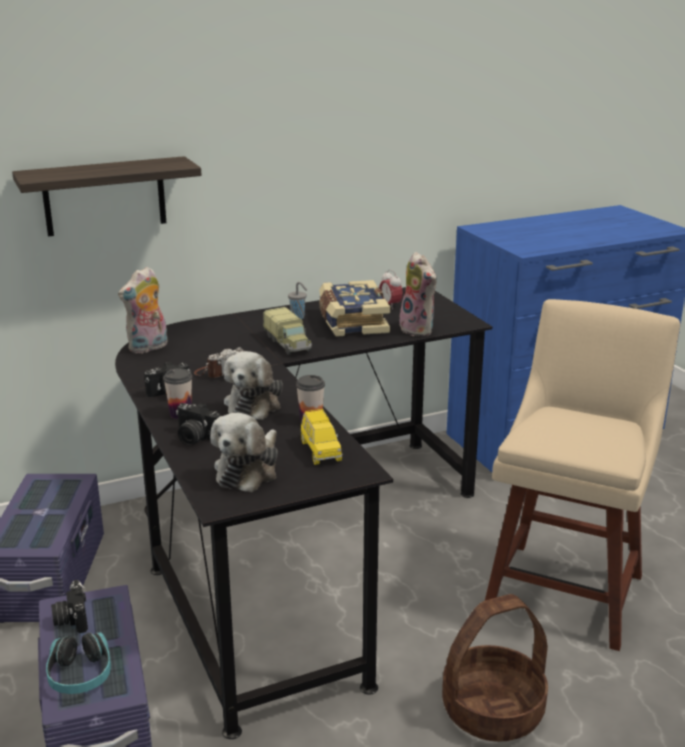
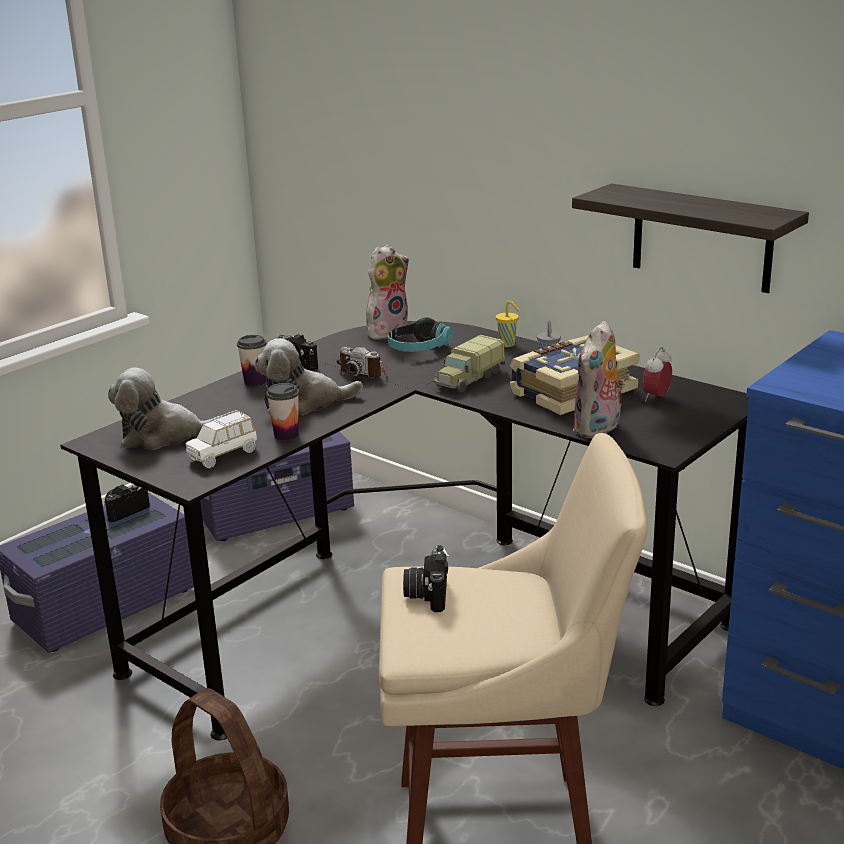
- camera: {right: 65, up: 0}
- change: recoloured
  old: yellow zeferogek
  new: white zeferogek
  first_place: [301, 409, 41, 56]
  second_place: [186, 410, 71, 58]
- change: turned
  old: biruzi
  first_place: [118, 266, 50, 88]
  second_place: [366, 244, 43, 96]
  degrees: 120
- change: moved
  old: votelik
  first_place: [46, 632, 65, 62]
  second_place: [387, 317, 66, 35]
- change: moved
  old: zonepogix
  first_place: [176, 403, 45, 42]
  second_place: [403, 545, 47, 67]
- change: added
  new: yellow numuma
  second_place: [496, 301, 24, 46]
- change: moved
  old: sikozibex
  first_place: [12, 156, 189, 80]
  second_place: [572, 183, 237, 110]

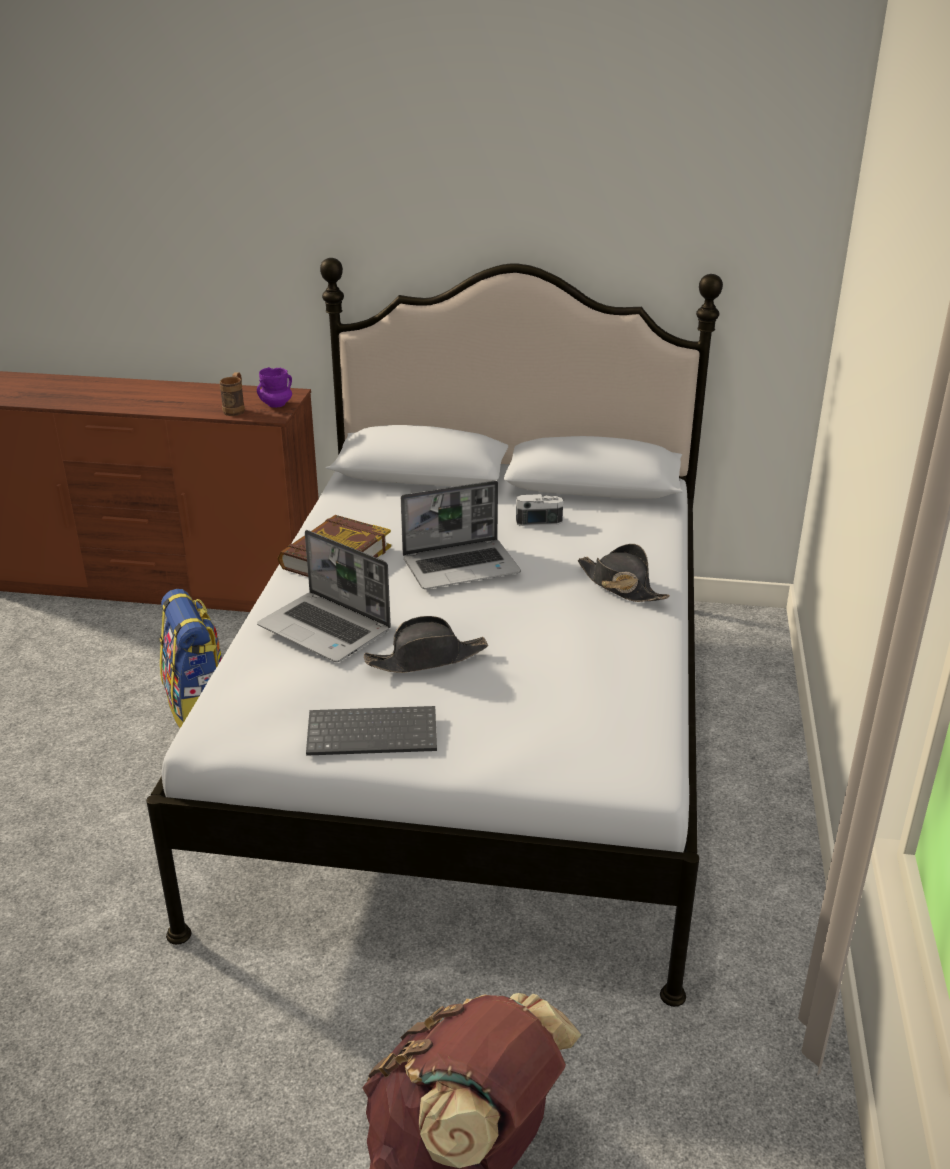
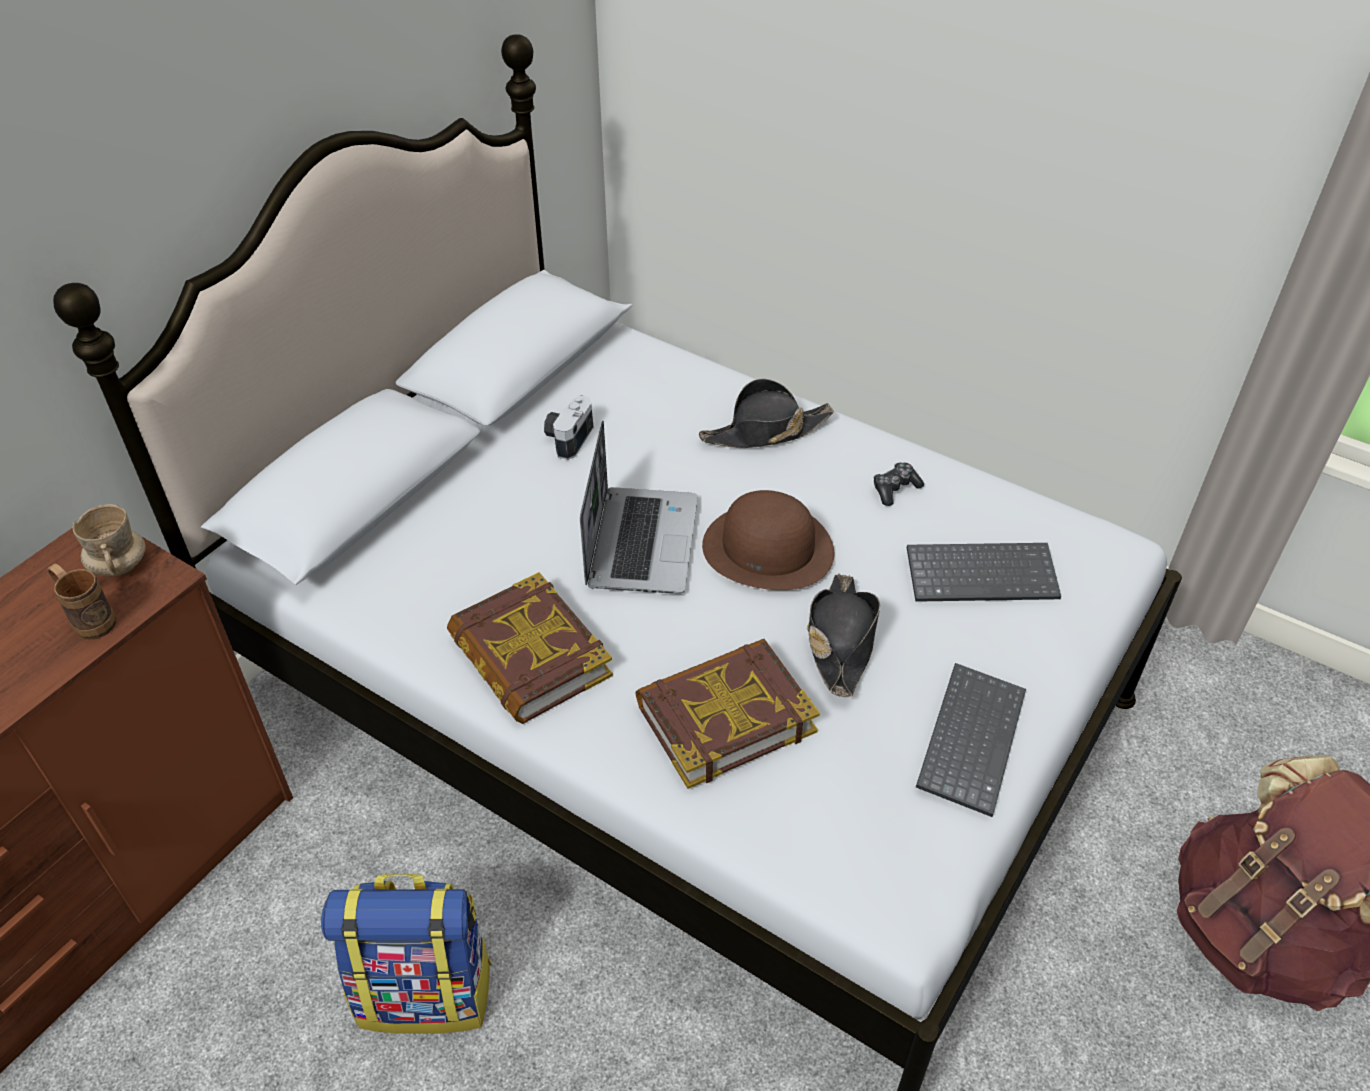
- camera: {right: -65, up: 15}
- change: recoloured
  old: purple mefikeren
  new: beige mefikeren
  first_place: [257, 367, 35, 41]
  second_place: [72, 504, 73, 73]
- change: replaced
  old: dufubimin
  new: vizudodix
  first_place: [257, 530, 134, 132]
  second_place: [635, 639, 185, 150]
- change: added
  new: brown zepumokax
  second_place: [702, 490, 132, 100]
- change: added
  new: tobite
  second_place: [874, 462, 50, 44]
- change: added
  new: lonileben
  second_place: [907, 543, 154, 59]

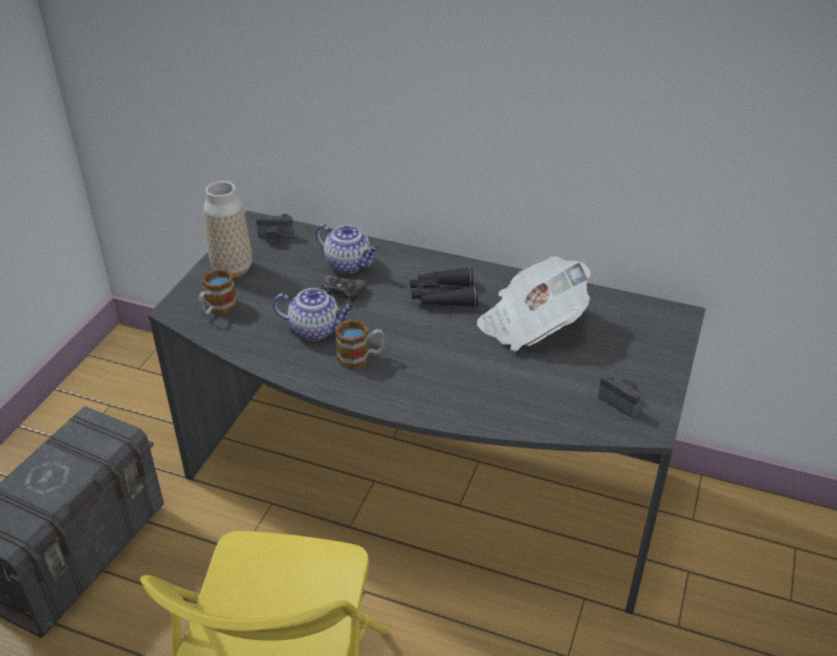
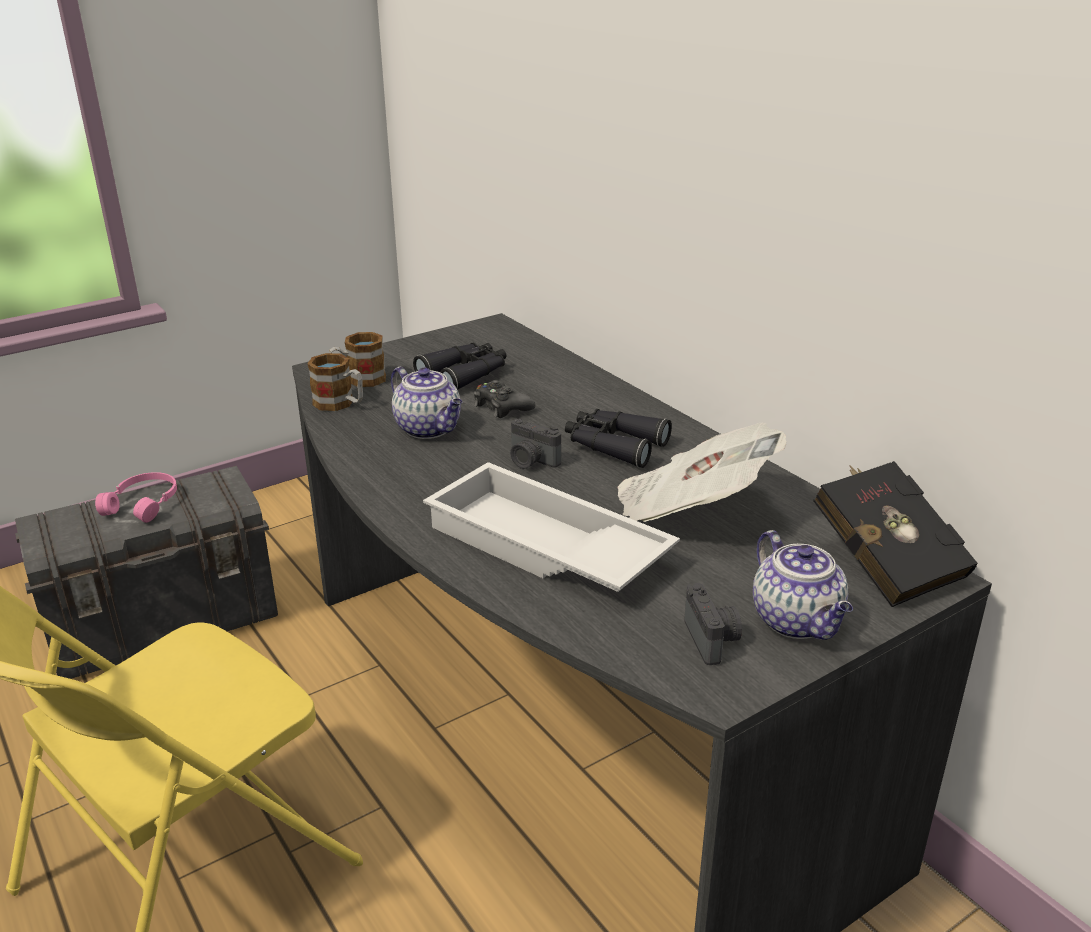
- camera: {right: 35, up: -10}
- change: added
  new: pink votelik
  second_place: [95, 472, 82, 51]
- change: moved
  old: mefikeren
  first_place: [335, 319, 49, 50]
  second_place: [307, 353, 56, 58]
- change: added
  new: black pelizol
  second_place: [413, 342, 94, 48]
- change: added
  new: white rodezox
  second_place: [423, 462, 257, 130]
- change: moved
  old: zonepogix
  first_place: [256, 214, 38, 31]
  second_place: [510, 419, 51, 50]
- change: moved
  old: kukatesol
  first_place: [316, 224, 63, 49]
  second_place: [753, 530, 100, 110]
- change: added
  new: black vizudodix
  second_place: [813, 461, 165, 146]
- change: removed
  old: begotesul
  first_place: [204, 181, 48, 97]

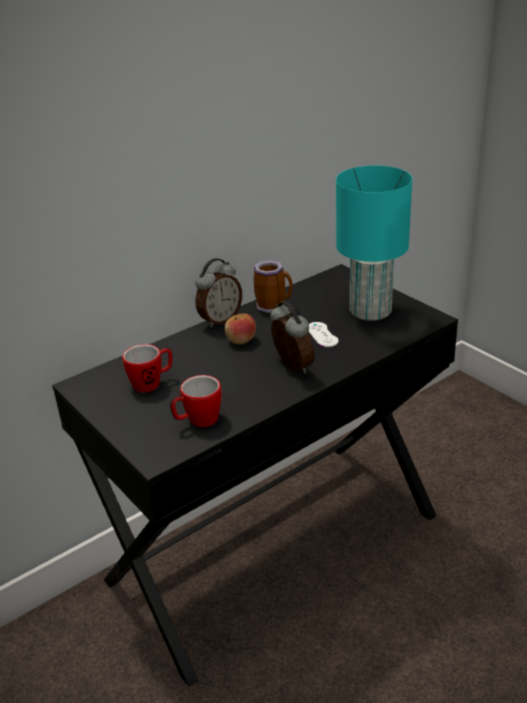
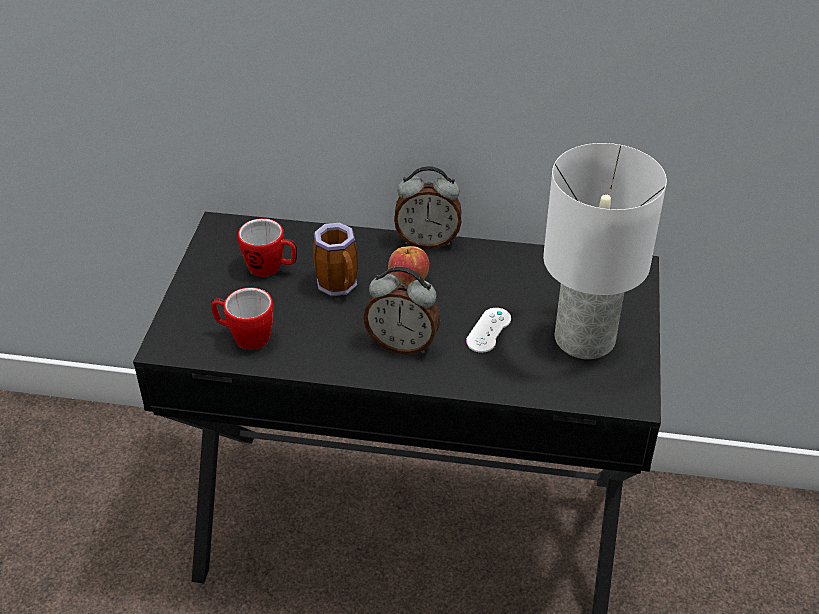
- camera: {right: 45, up: 10}
- change: moved
  old: mefikeren
  first_place: [253, 260, 40, 53]
  second_place: [313, 222, 45, 74]
- change: turned
  old: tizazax
  first_place: [270, 301, 44, 73]
  second_place: [363, 267, 77, 88]
  degrees: 90
- change: recoloured
  old: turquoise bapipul
  new: white bapipul
  first_place: [336, 166, 76, 155]
  second_place: [543, 143, 124, 216]

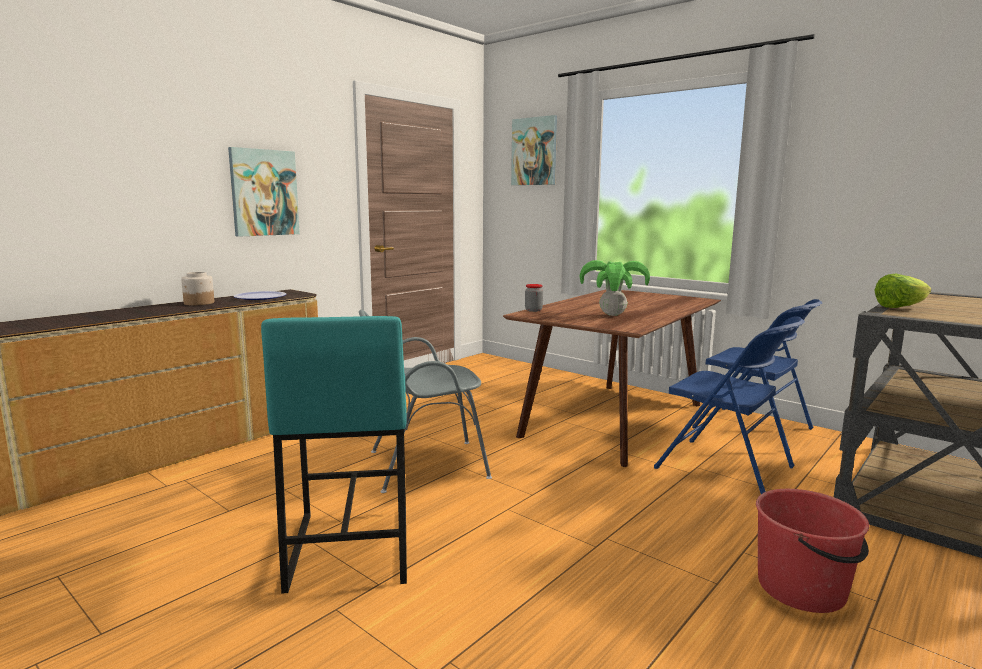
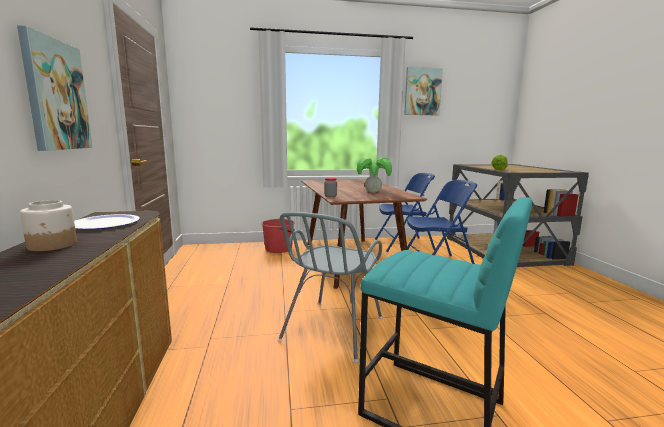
- camera: {right: -50, up: 0}
- change: moved
  old: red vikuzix
  first_place: [756, 489, 113, 124]
  second_place: [262, 219, 33, 34]
- change: moved
  old: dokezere
  first_place: [511, 115, 46, 70]
  second_place: [404, 67, 39, 49]

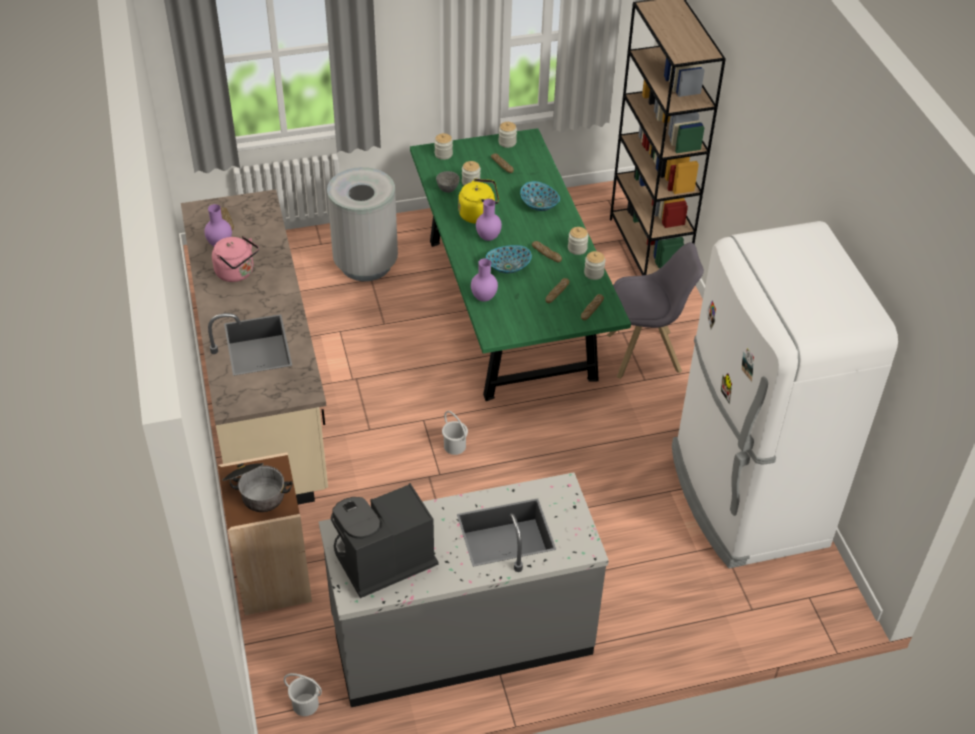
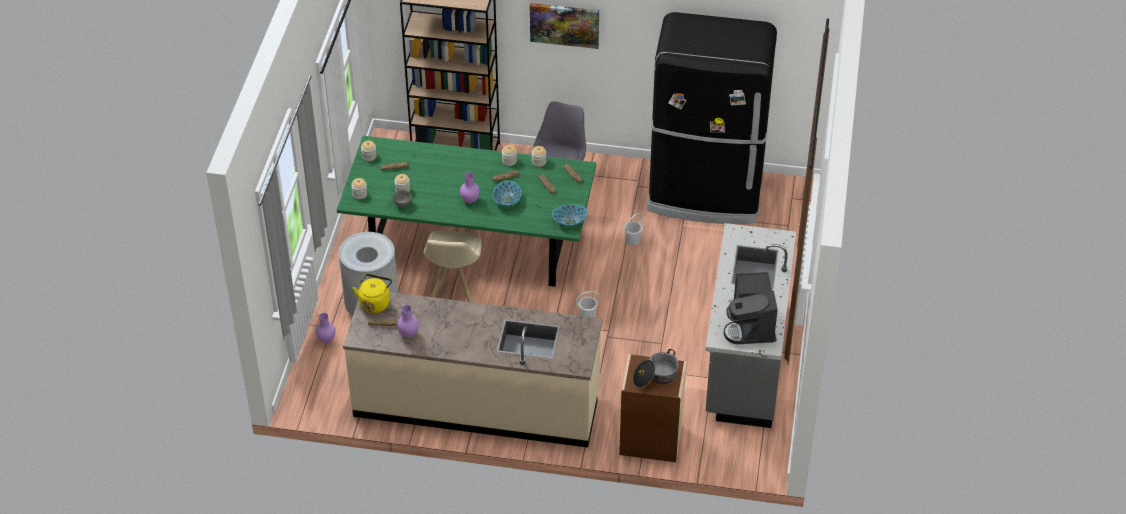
- camera: {right: -65, up: 0}
- change: moved
  old: purple begotesul
  first_place: [471, 258, 27, 44]
  second_place: [315, 313, 21, 30]
- change: moved
  old: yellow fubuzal
  first_place: [458, 178, 41, 46]
  second_place: [352, 274, 40, 39]
- change: added
  new: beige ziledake
  second_place: [424, 230, 59, 72]
- change: added
  new: dokezere
  second_place: [530, 3, 69, 46]
- change: moved
  old: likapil
  first_place: [520, 181, 40, 30]
  second_place: [552, 204, 35, 22]
- change: moved
  old: white vikuzix
  first_place: [284, 673, 38, 43]
  second_place: [624, 213, 18, 32]
- change: recoloured
  old: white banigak
  new: black banigak
  first_place: [672, 221, 226, 347]
  second_place: [647, 12, 130, 212]
- change: removed
  old: pink fubuzal
  first_place: [212, 236, 47, 46]

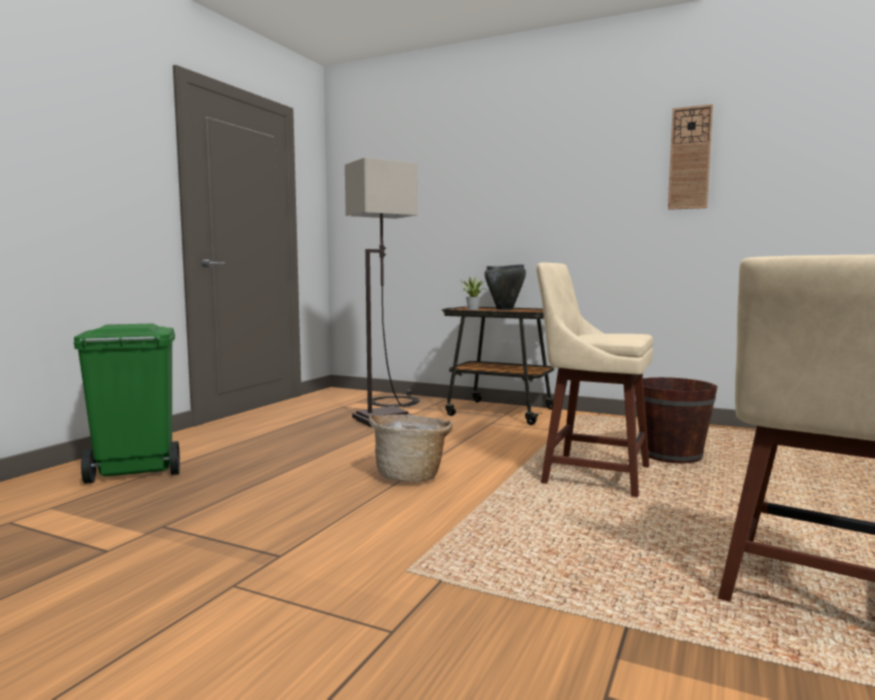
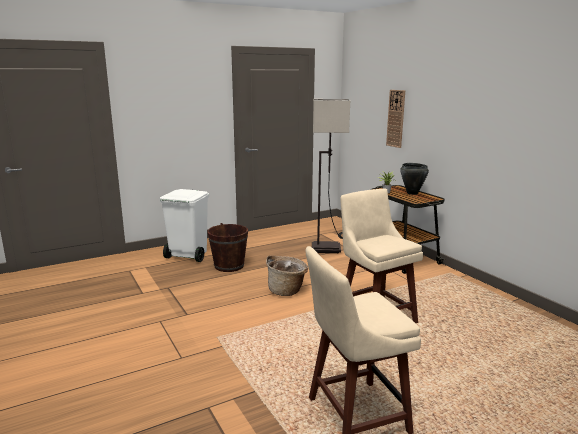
- camera: {right: 35, up: 10}
- change: recoloured
  old: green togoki
  new: white togoki
  first_place: [74, 323, 106, 161]
  second_place: [160, 189, 49, 73]
- change: moved
  old: brown vikuzix
  first_place: [643, 377, 75, 87]
  second_place: [208, 223, 40, 49]
- change: moved
  old: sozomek
  first_place: [668, 104, 45, 106]
  second_place: [386, 90, 19, 58]

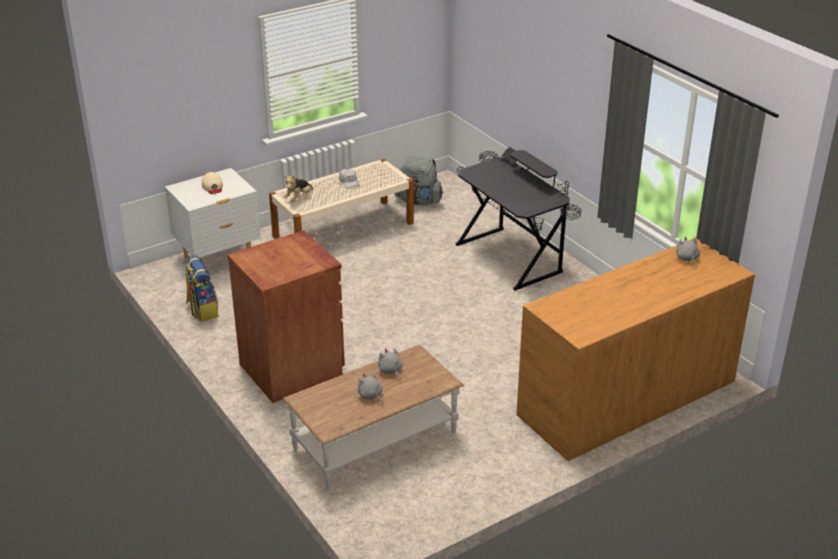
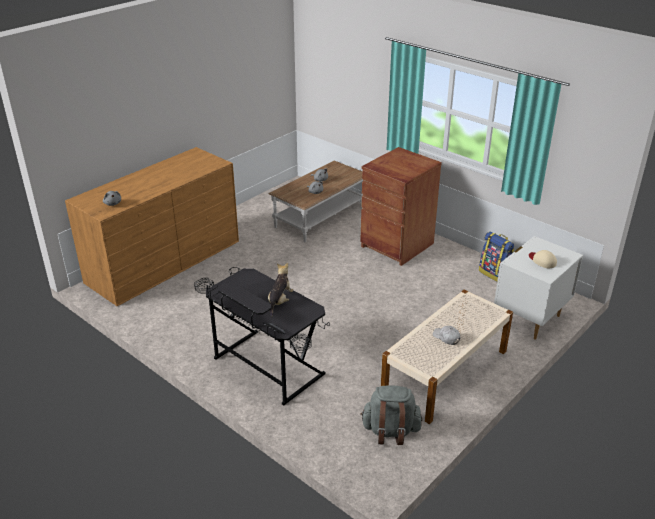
- camera: {right: 165, up: 0}
- change: moved
  old: biruzi
  first_place: [283, 175, 31, 27]
  second_place: [268, 263, 25, 53]

